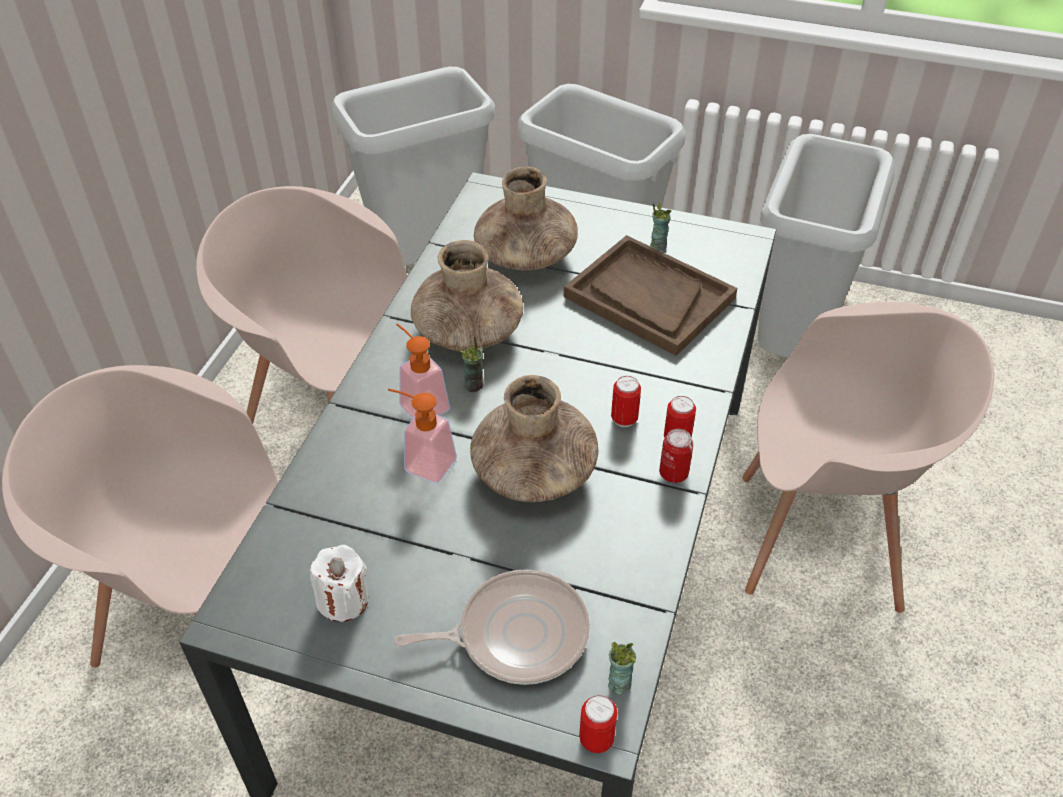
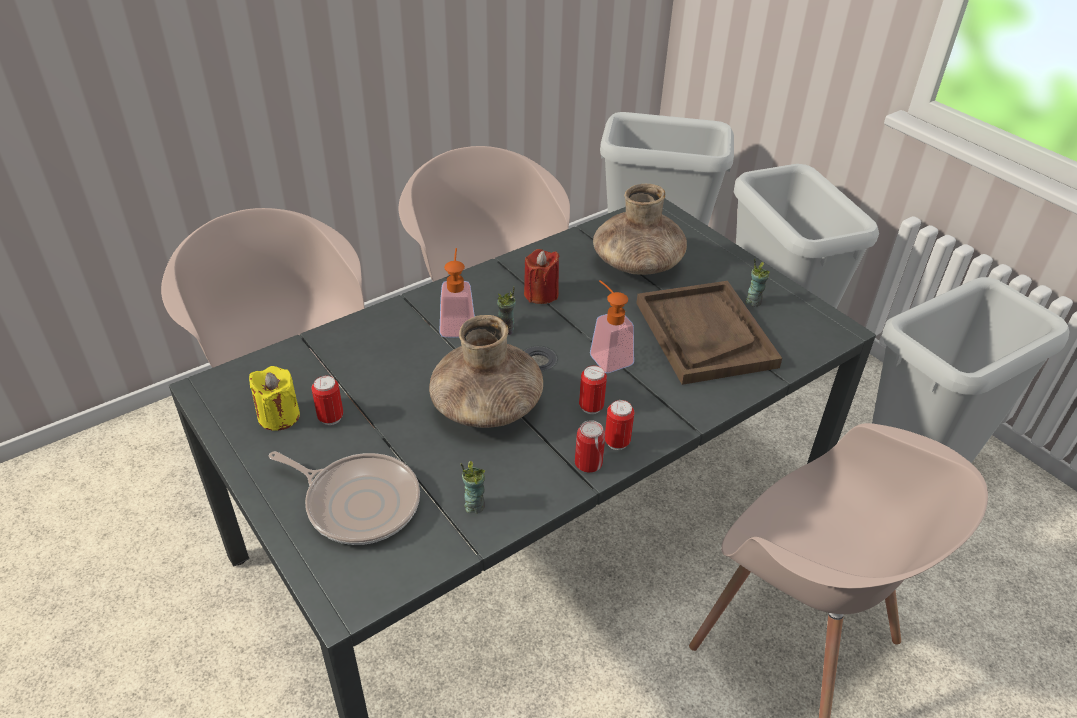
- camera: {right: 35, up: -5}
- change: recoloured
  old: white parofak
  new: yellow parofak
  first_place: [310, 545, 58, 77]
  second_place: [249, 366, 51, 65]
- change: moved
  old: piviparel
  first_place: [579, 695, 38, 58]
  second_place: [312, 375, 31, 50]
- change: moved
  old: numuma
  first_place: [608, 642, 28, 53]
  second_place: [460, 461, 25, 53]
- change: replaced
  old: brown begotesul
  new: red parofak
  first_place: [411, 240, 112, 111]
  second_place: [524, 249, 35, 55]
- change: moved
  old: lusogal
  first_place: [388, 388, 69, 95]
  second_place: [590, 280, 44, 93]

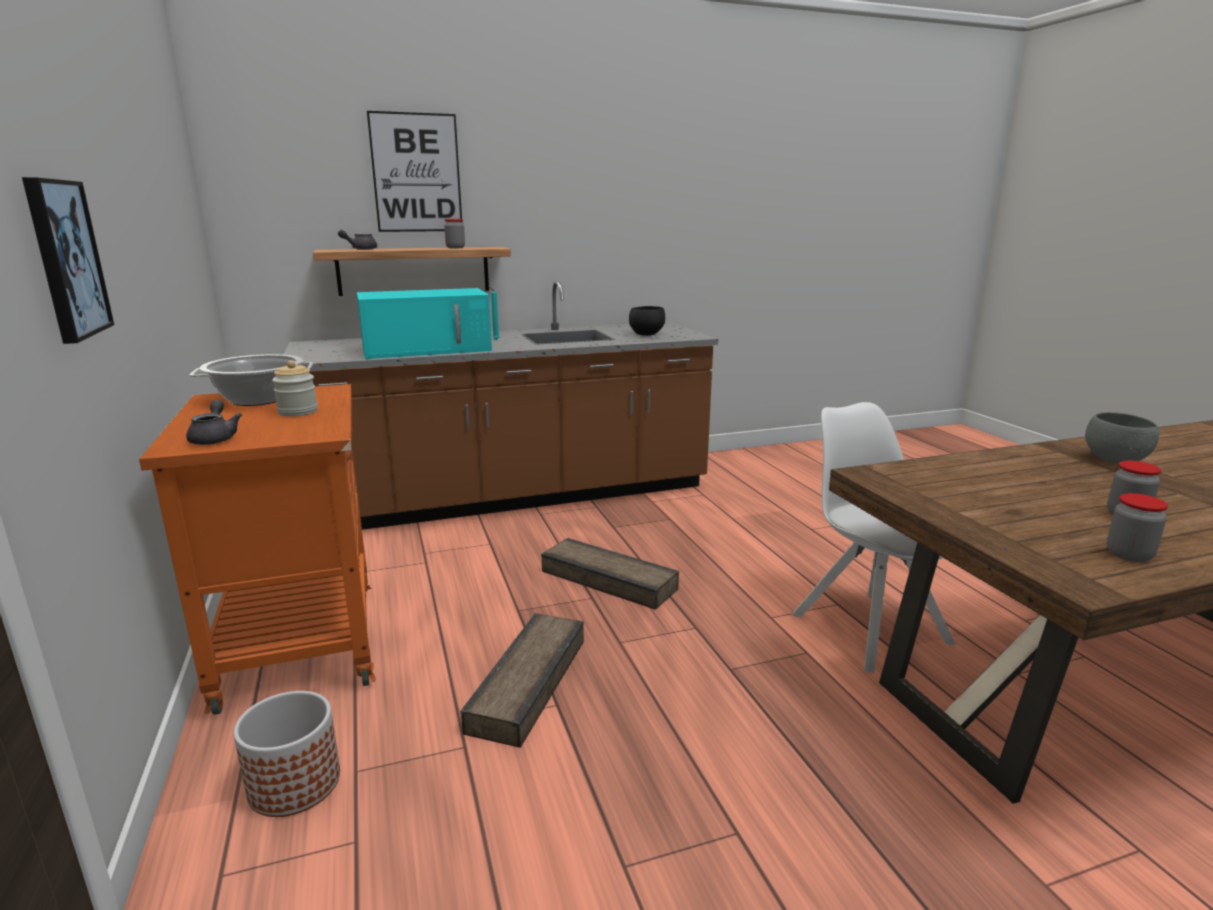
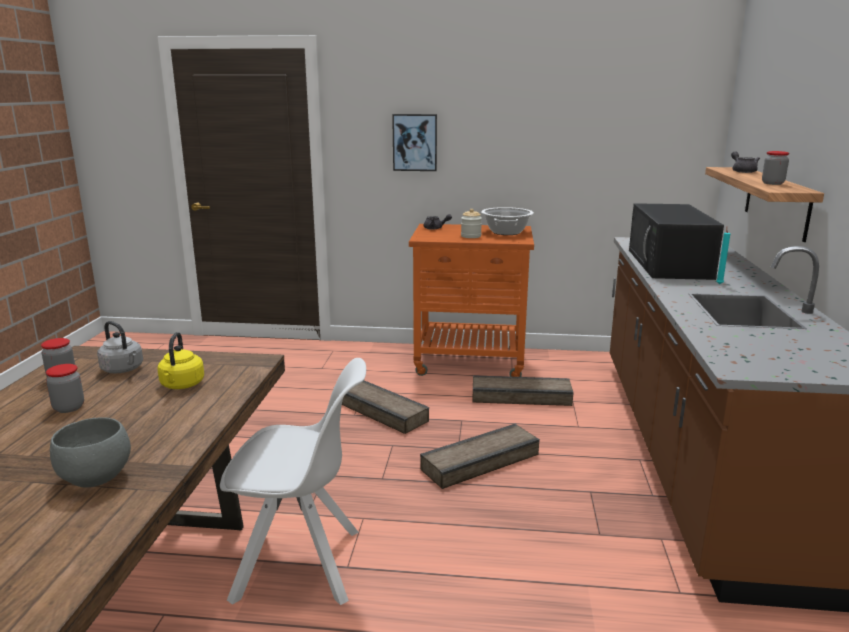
- camera: {right: 115, up: 0}
- change: added
  new: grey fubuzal
  second_place: [97, 321, 46, 52]
- change: added
  new: yellow fubuzal
  second_place: [157, 332, 47, 57]
- change: added
  new: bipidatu
  second_place: [472, 375, 102, 31]
- change: recoloured
  old: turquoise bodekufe
  new: black bodekufe
  first_place: [357, 288, 135, 71]
  second_place: [629, 203, 95, 77]
- change: removed
  old: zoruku
  first_place: [233, 691, 107, 126]
- change: removed
  old: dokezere
  first_place: [367, 111, 95, 121]
- change: removed
  old: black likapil
  first_place: [629, 306, 36, 30]

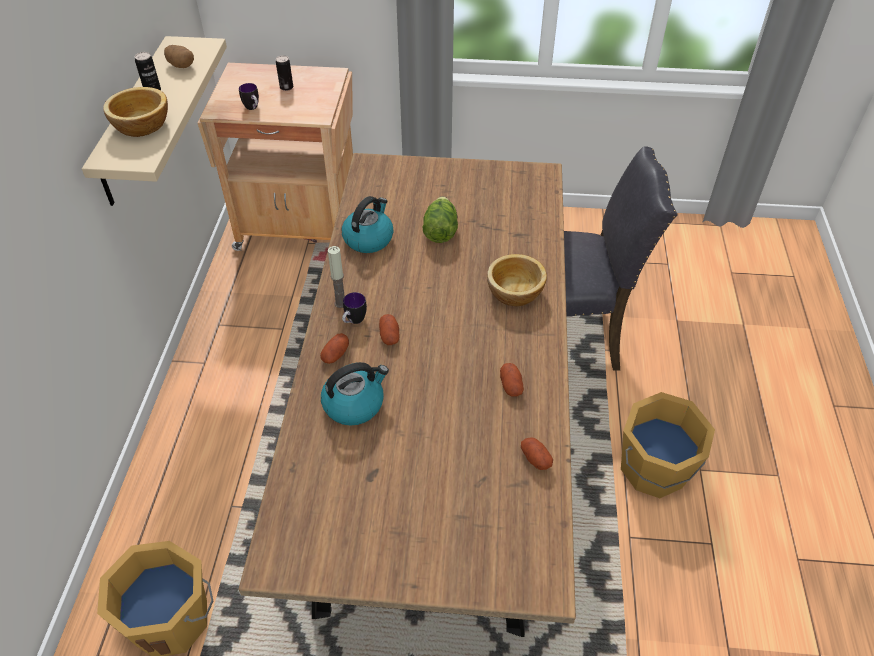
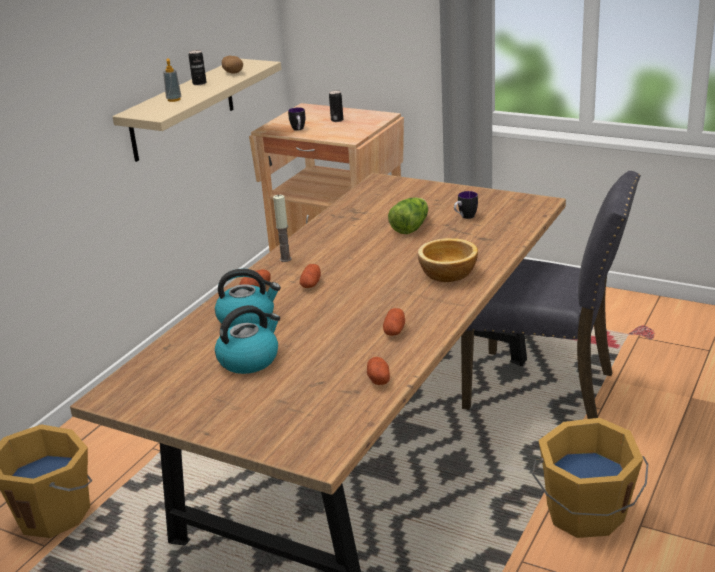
- camera: {right: 25, up: -20}
- change: replaced
  old: likapil
  new: lusogal
  first_place: [103, 87, 65, 50]
  second_place: [163, 58, 18, 44]
- change: moved
  old: fubuzal
  first_place: [342, 196, 52, 57]
  second_place: [215, 305, 65, 69]
- change: moved
  old: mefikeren
  first_place: [342, 292, 25, 32]
  second_place: [454, 191, 24, 28]

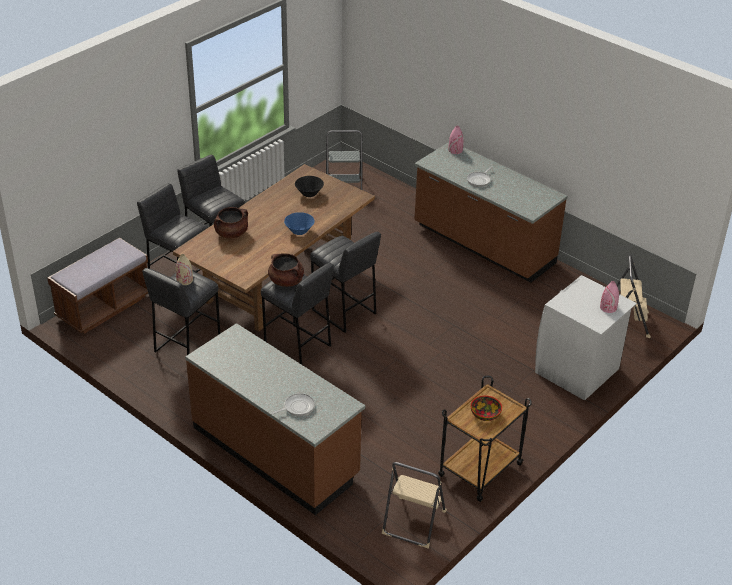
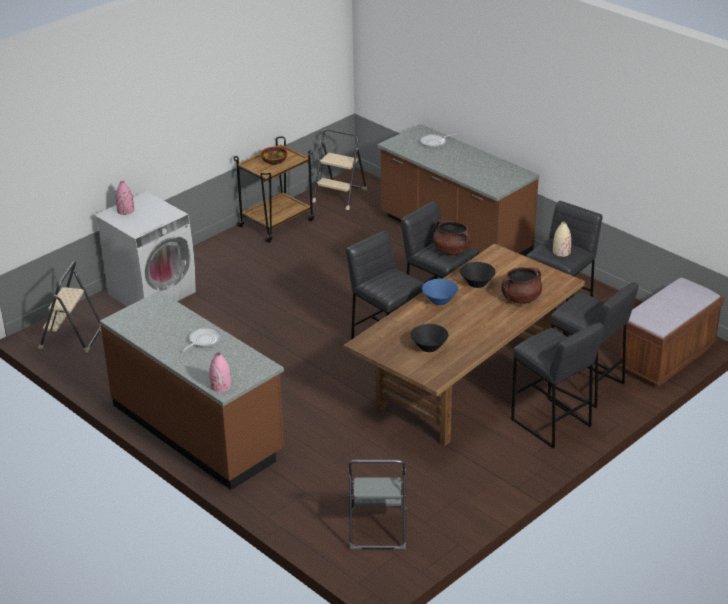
- camera: {right: -175, up: -5}
- change: added
  new: black likapil
  second_place: [460, 262, 36, 26]

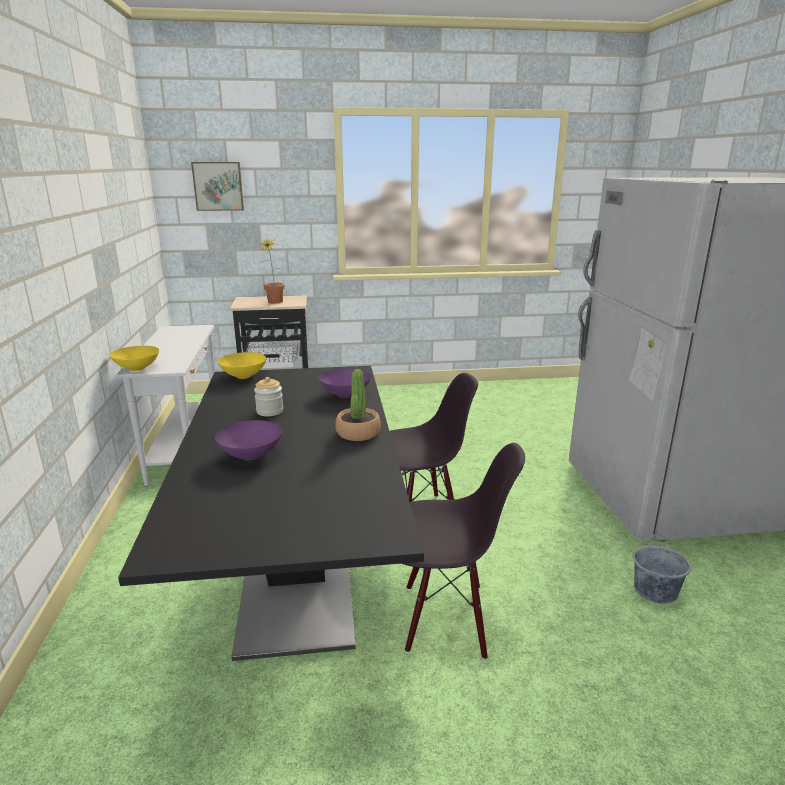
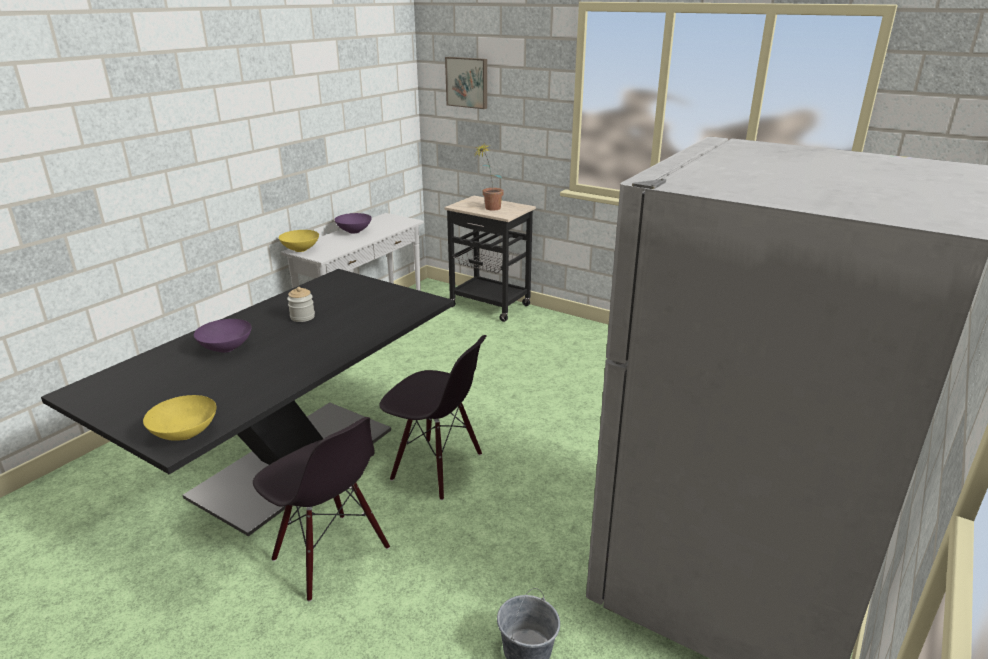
- camera: {right: 40, up: 5}
- change: moved
  old: yellow likapil
  first_place: [218, 352, 49, 27]
  second_place: [143, 395, 73, 46]
- change: moved
  old: purple likapil
  first_place: [319, 368, 52, 30]
  second_place: [334, 213, 38, 21]
- change: removed
  old: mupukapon
  first_place: [335, 369, 46, 72]

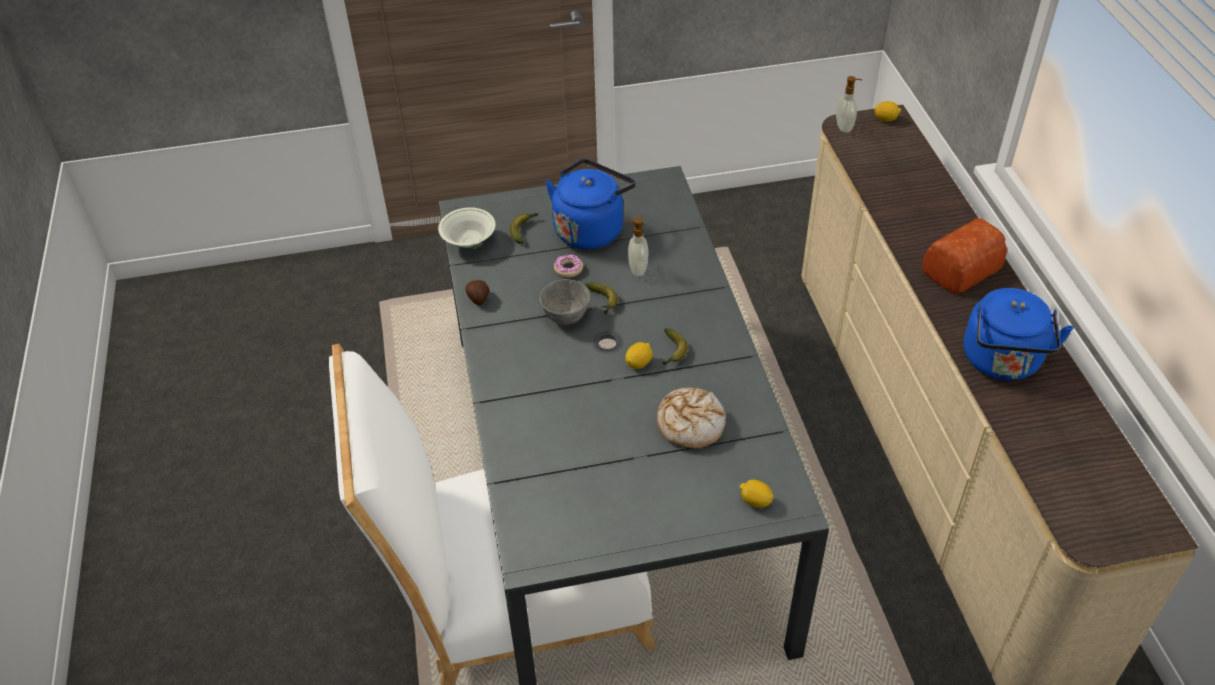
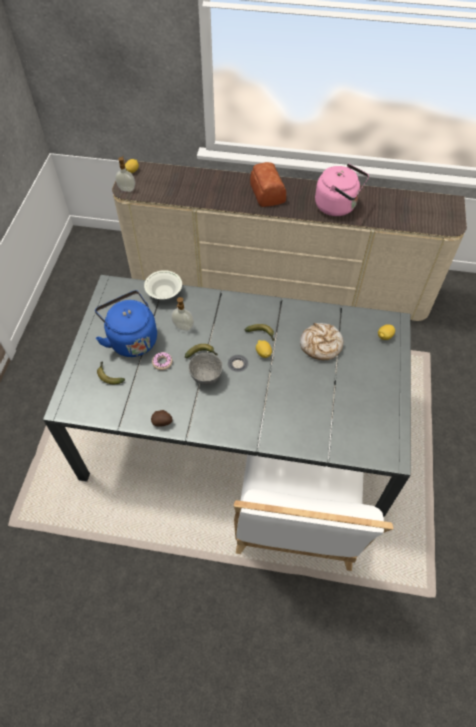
- camera: {right: -70, up: 10}
- change: moved
  old: white likapil
  first_place: [438, 207, 57, 42]
  second_place: [144, 270, 38, 29]
- change: recoloured
  old: blue fubuzal
  new: pink fubuzal
  first_place: [964, 288, 110, 92]
  second_place: [315, 164, 54, 52]

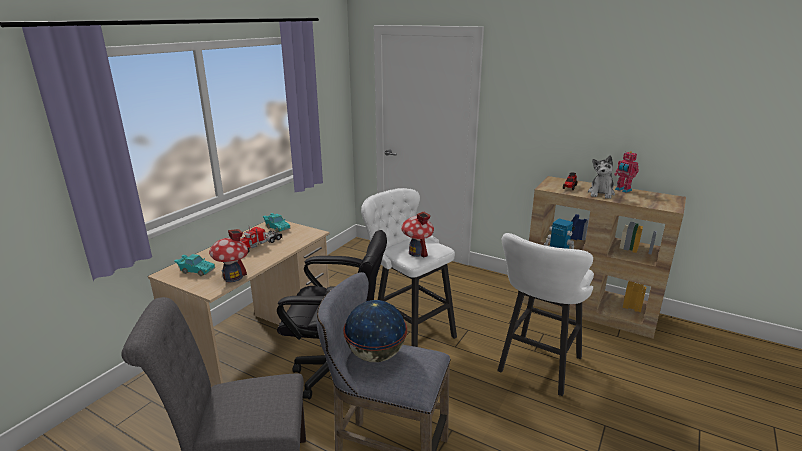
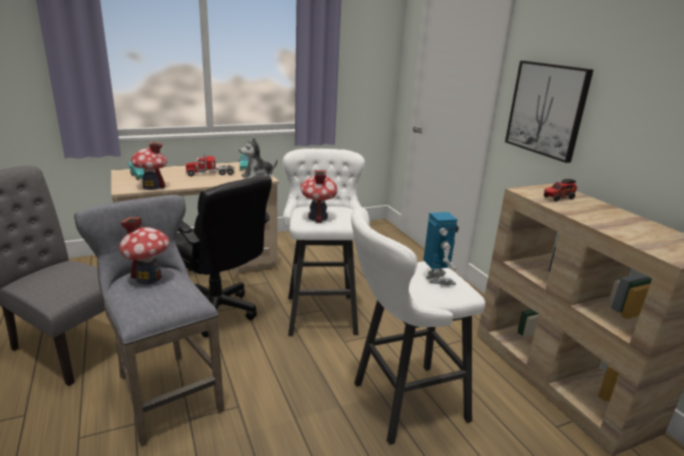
- camera: {right: 35, up: 0}
- change: replaced
  old: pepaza
  new: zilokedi
  first_place: [343, 300, 64, 62]
  second_place: [119, 217, 51, 68]
- change: moved
  old: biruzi
  first_place: [588, 155, 27, 44]
  second_place: [239, 138, 39, 41]
- change: added
  new: dokezere
  second_place: [505, 61, 88, 102]
- change: removed
  old: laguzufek
  first_place: [614, 151, 25, 42]

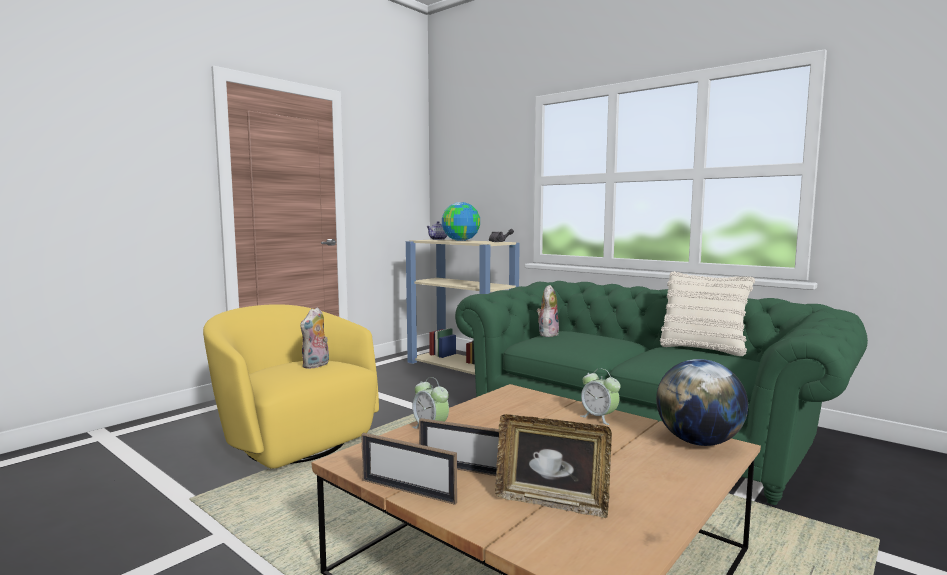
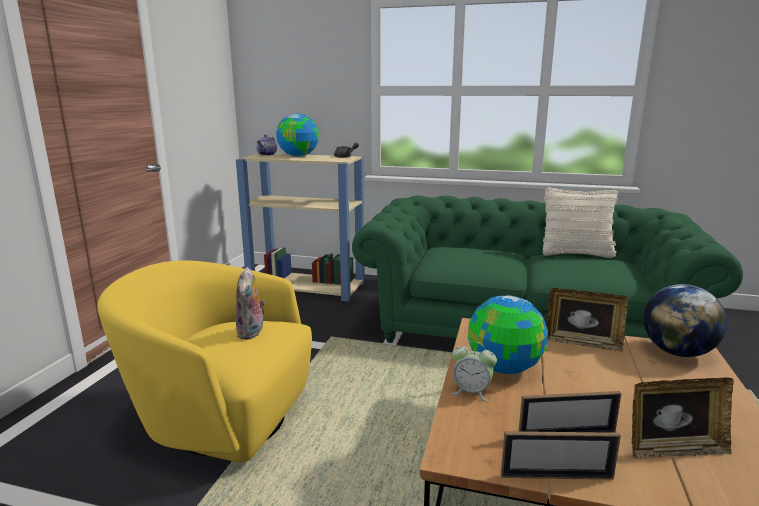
- camera: {right: -25, up: 10}
- change: added
  new: pepaza
  second_place: [468, 296, 80, 78]
- change: replaced
  old: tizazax
  new: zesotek
  first_place: [580, 368, 41, 57]
  second_place: [546, 288, 82, 64]
- change: removed
  old: biruzi
  first_place: [537, 285, 22, 52]

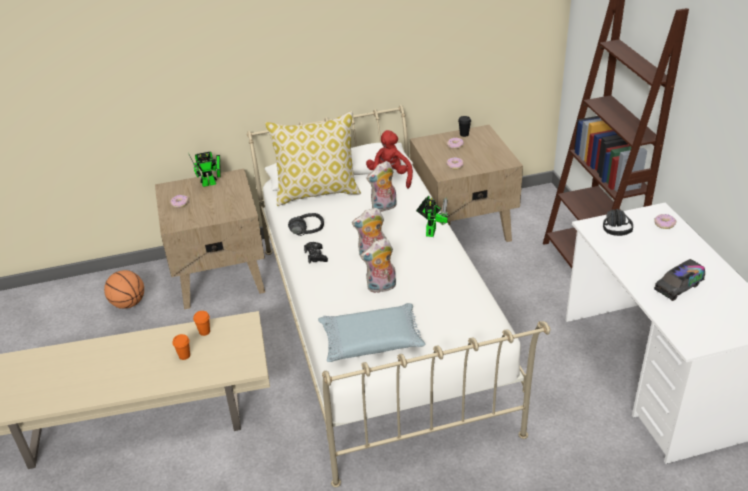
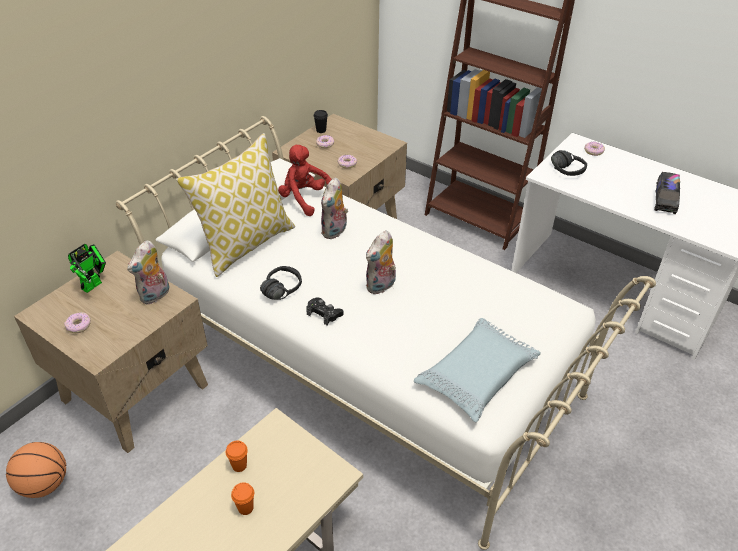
- camera: {right: -40, up: 5}
- change: moved
  old: biruzi
  first_place: [360, 238, 36, 55]
  second_place: [127, 240, 42, 65]
- change: removed
  old: laguzufek
  first_place: [416, 196, 33, 41]

